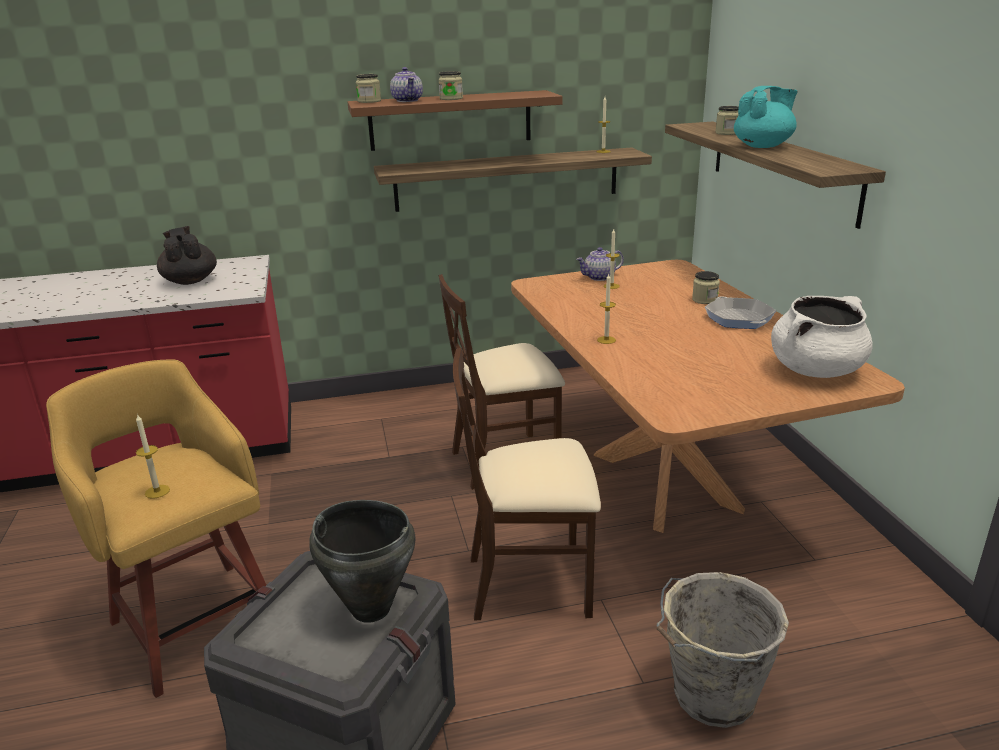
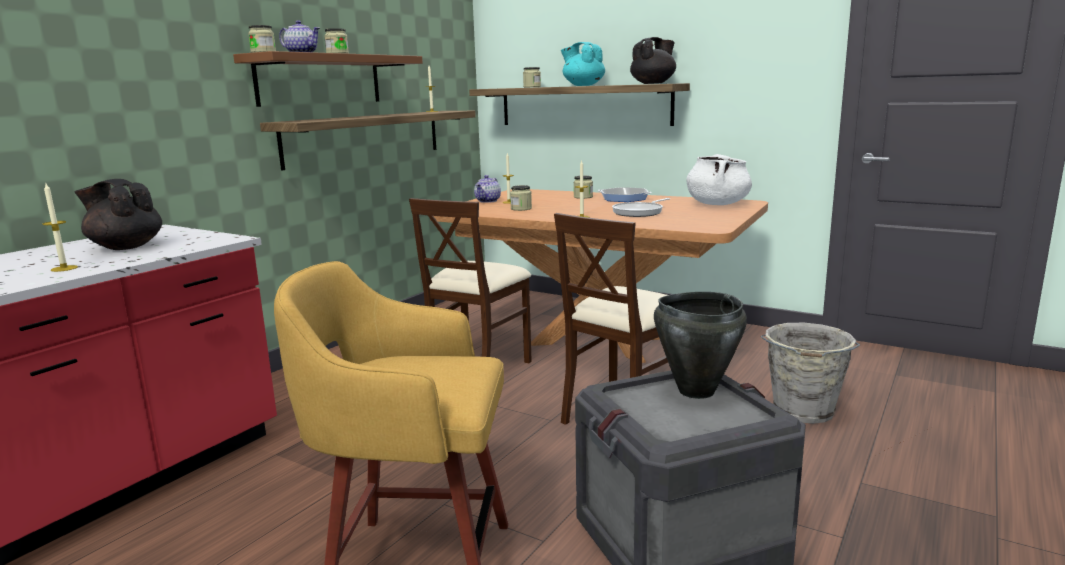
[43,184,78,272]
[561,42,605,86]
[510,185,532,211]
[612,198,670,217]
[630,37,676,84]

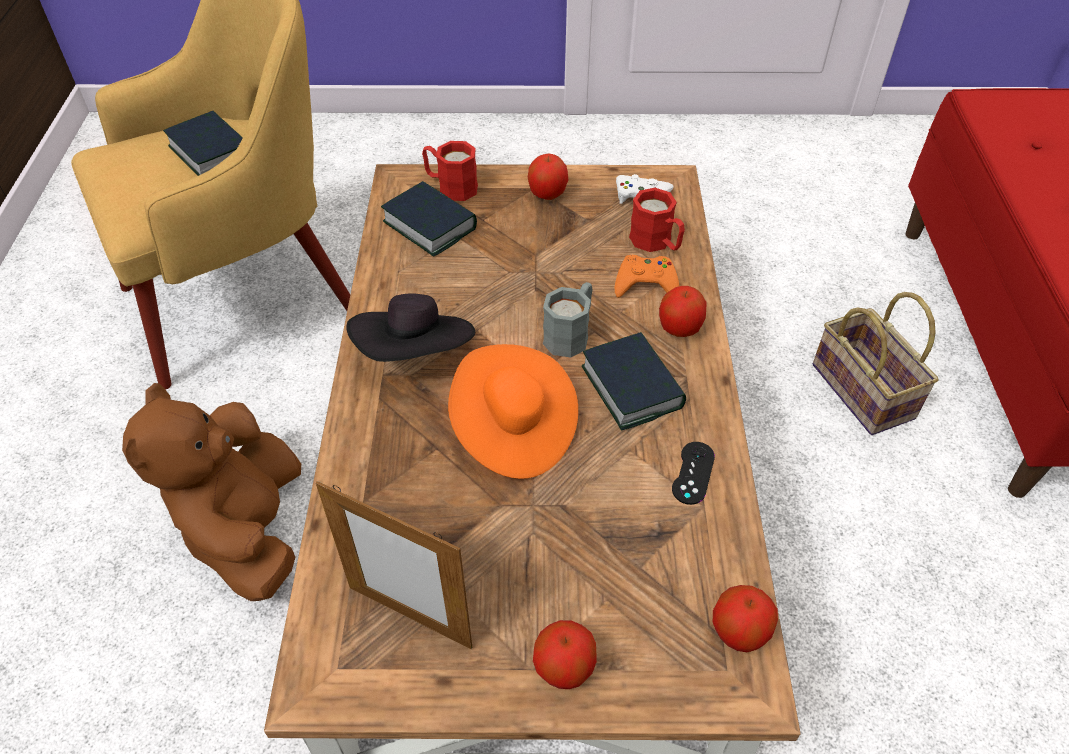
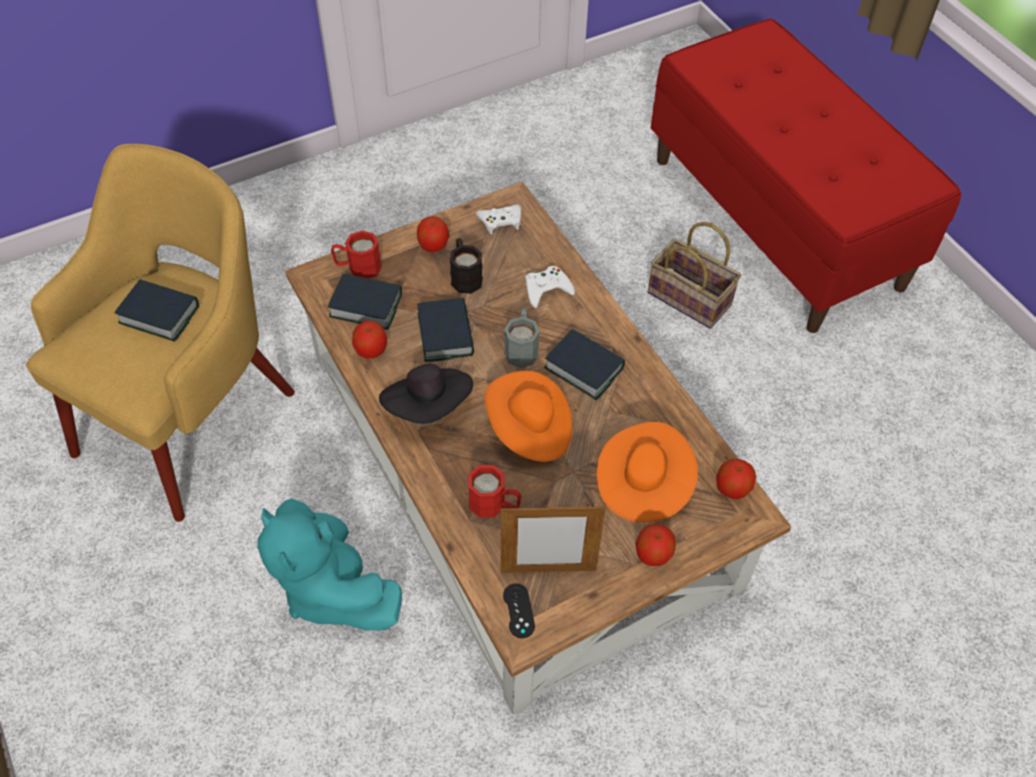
[257,499,402,631]
[525,266,575,308]
[468,465,521,518]
[352,321,387,359]
[503,583,535,638]
[417,298,474,362]
[450,238,483,294]
[597,422,698,523]

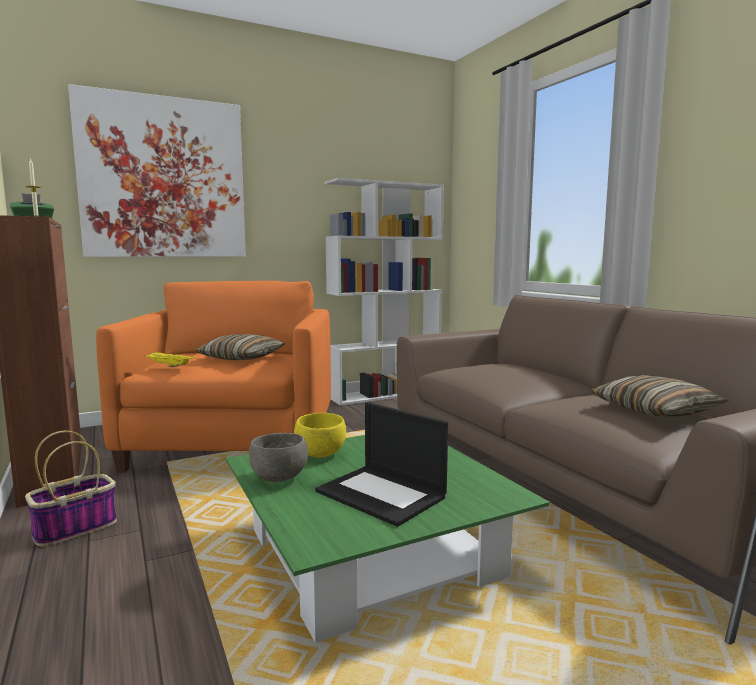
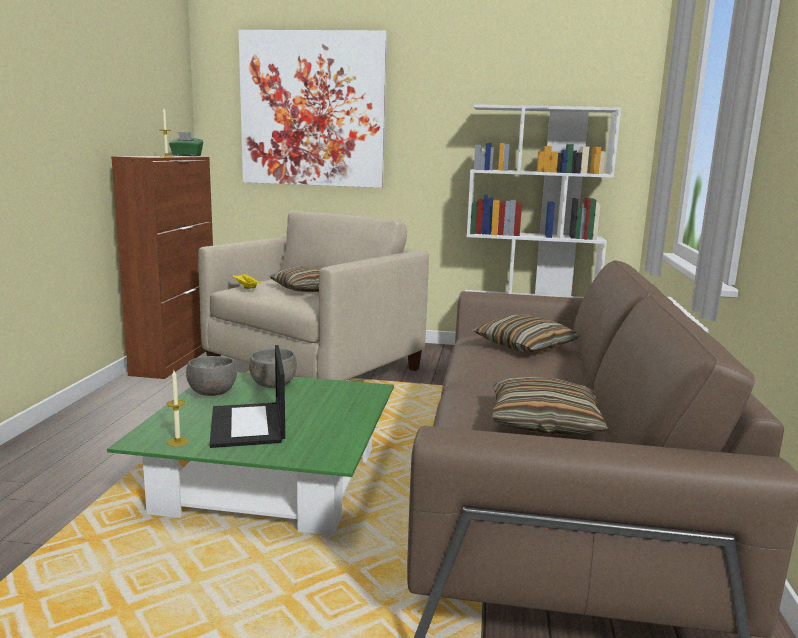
[25,431,117,547] (first image)
[198,211,429,381]
[249,348,297,388]
[166,370,189,447]
[472,314,580,352]

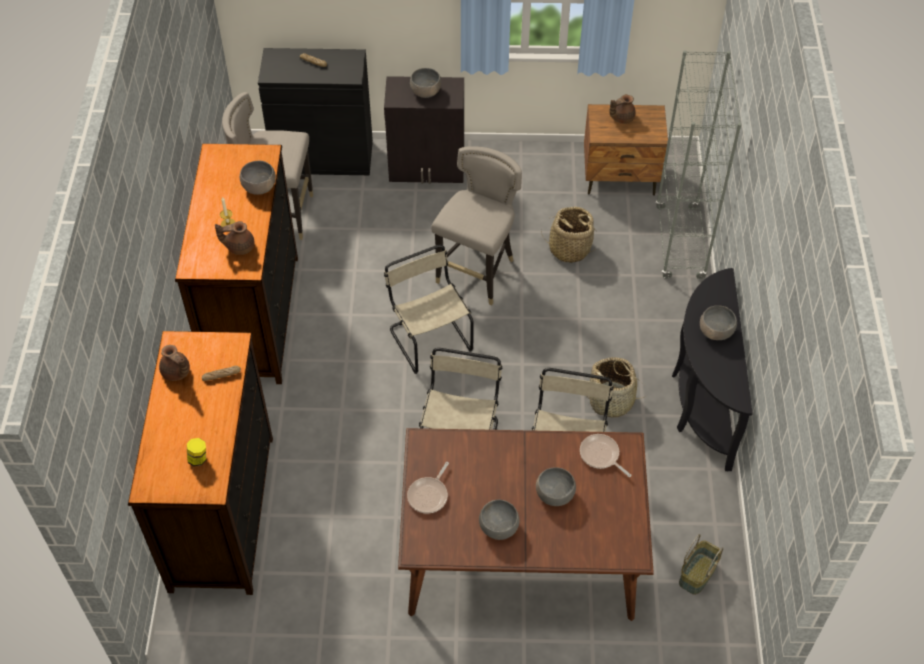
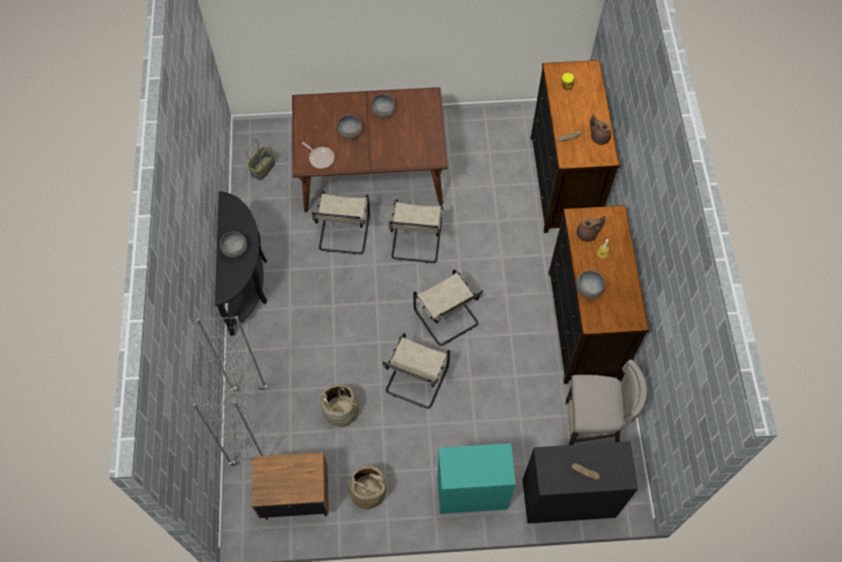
[437,443,516,514]
[407,462,449,513] (first image)
[410,68,442,98] (first image)
[382,333,450,409]
[340,465,391,509]
[609,94,636,124] (first image)

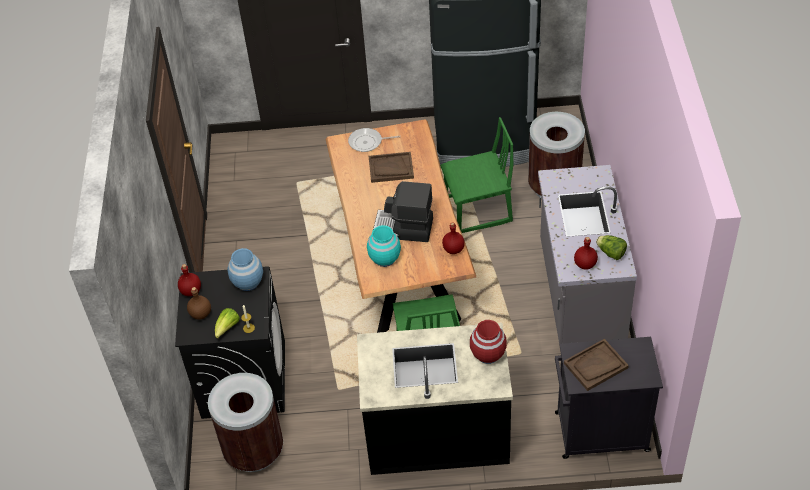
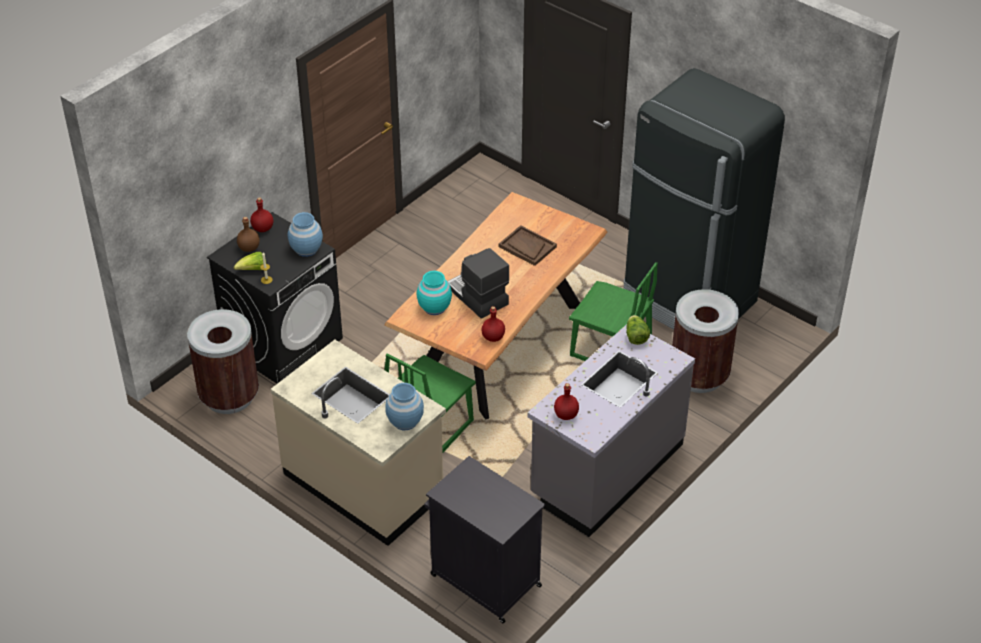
[348,128,400,152] (first image)
[270,340,446,546]
[385,383,424,430]
[564,339,629,391] (first image)
[626,315,650,345]

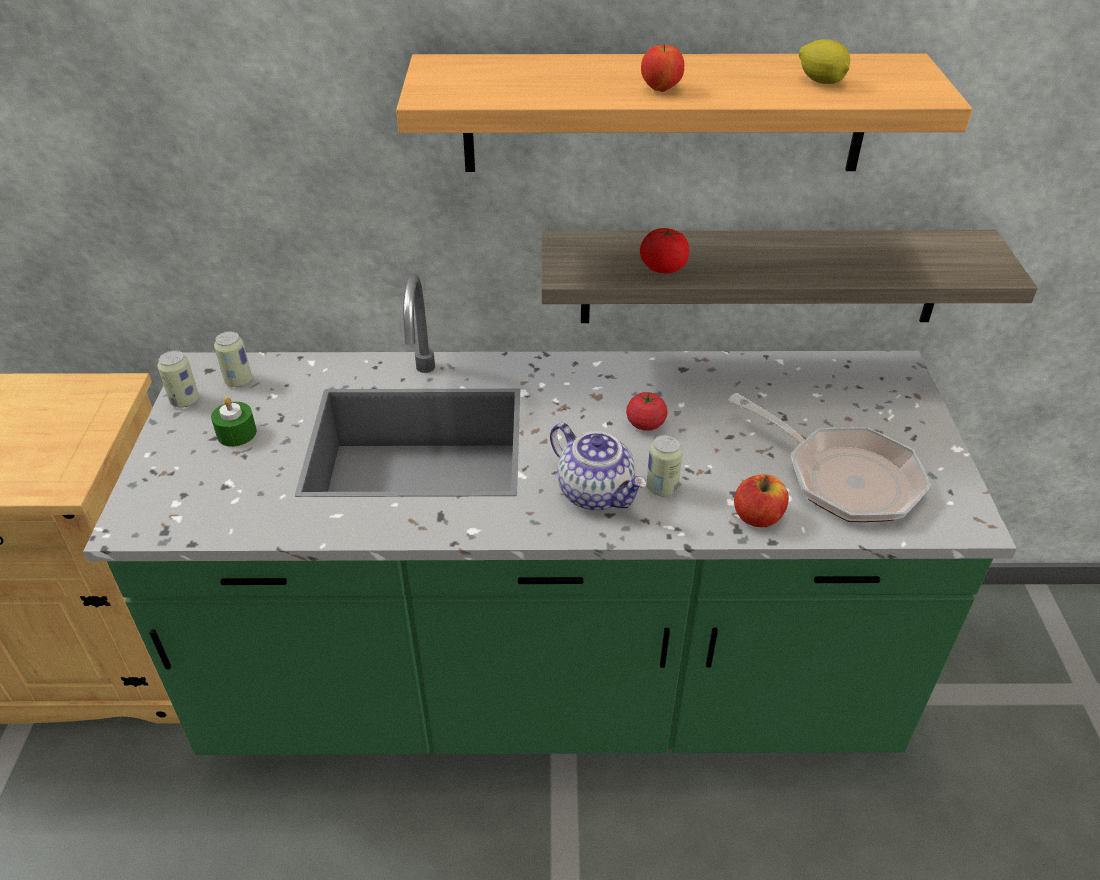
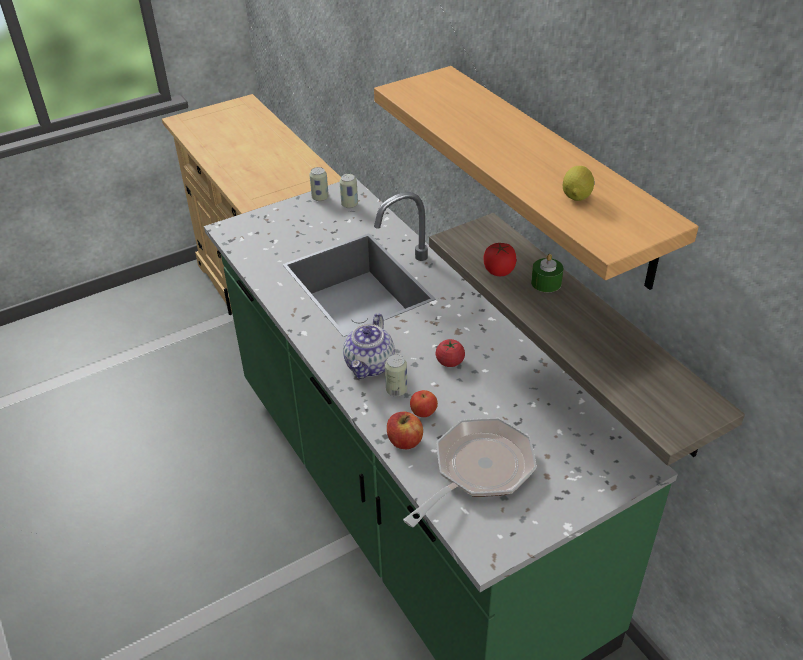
[531,254,563,292]
[410,390,438,417]
[403,418,537,527]

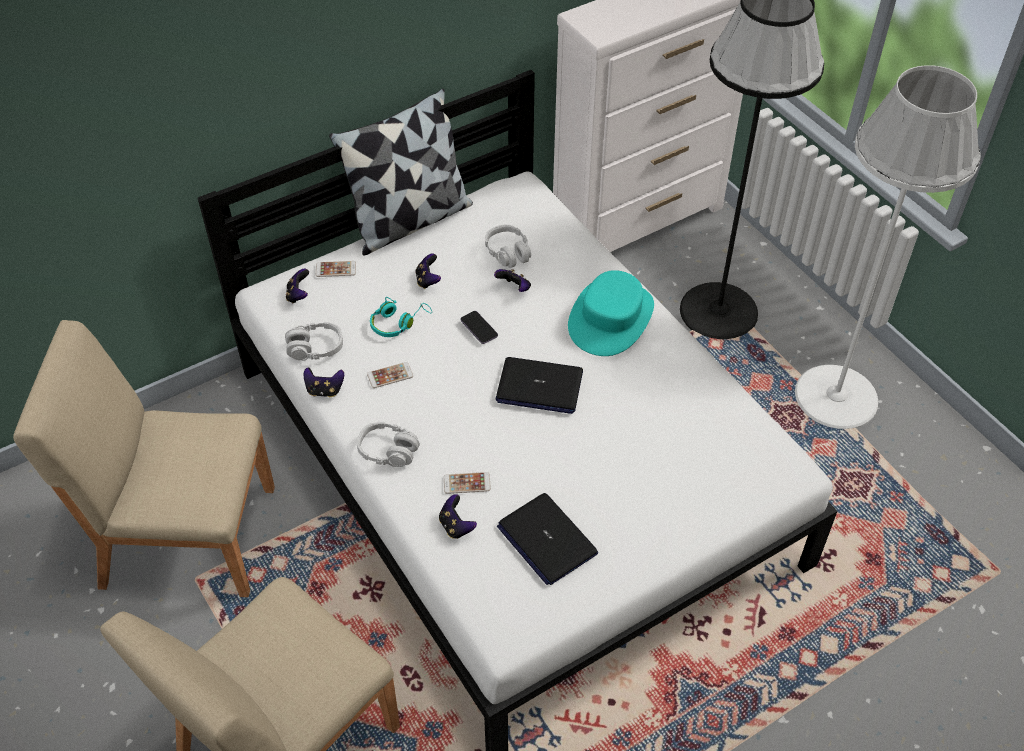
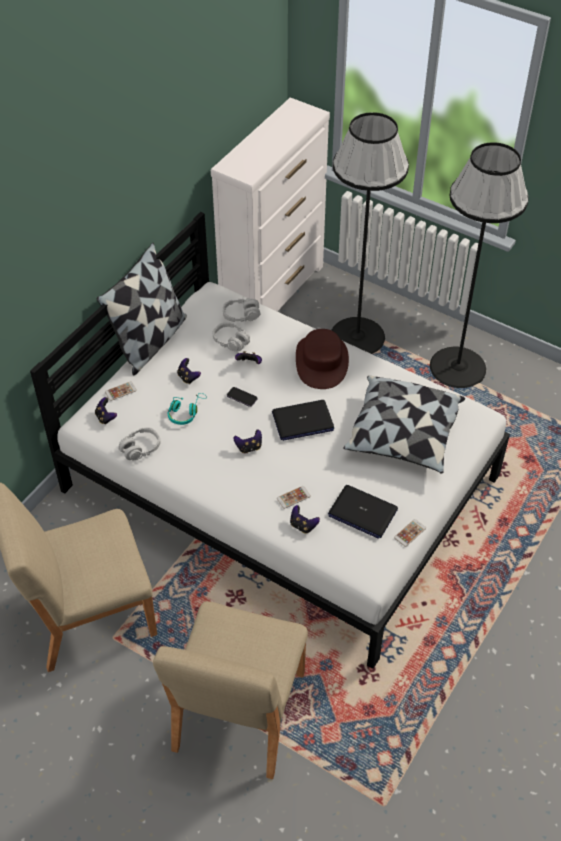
[234,429,262,453]
[223,298,260,322]
[394,519,426,547]
[296,329,349,389]
[430,142,529,388]
[343,376,465,474]

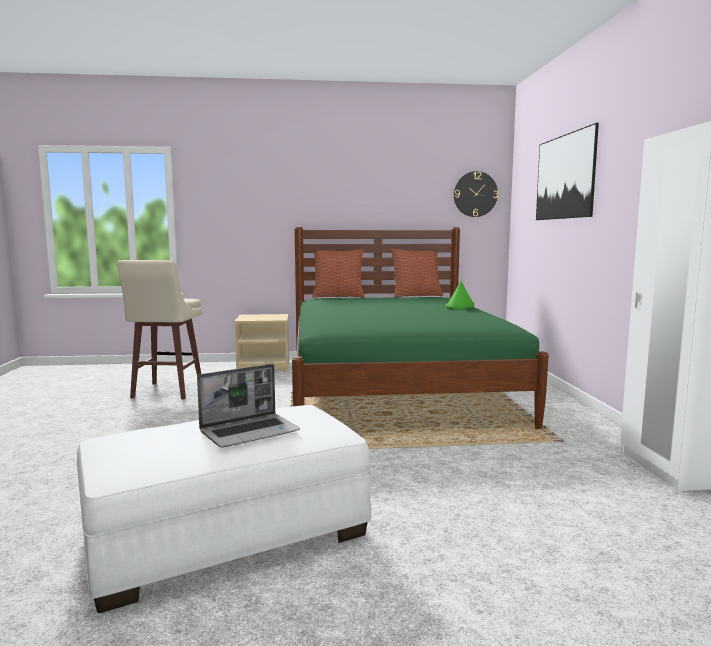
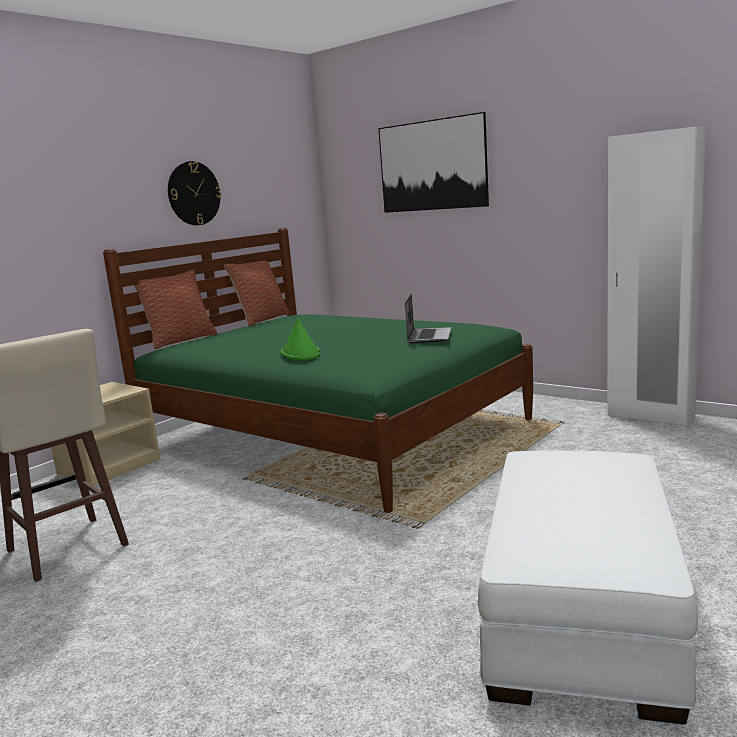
[405,293,451,343]
[281,318,320,360]
[168,161,221,225]

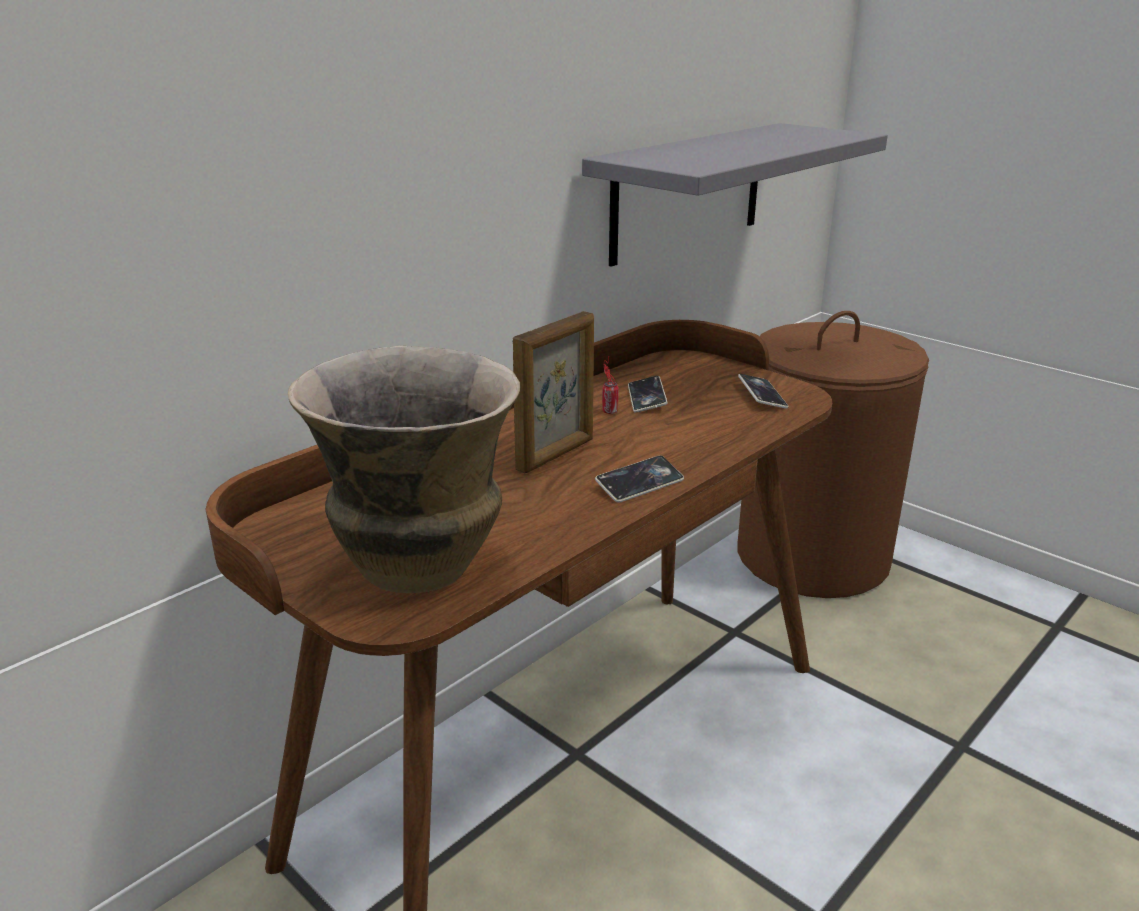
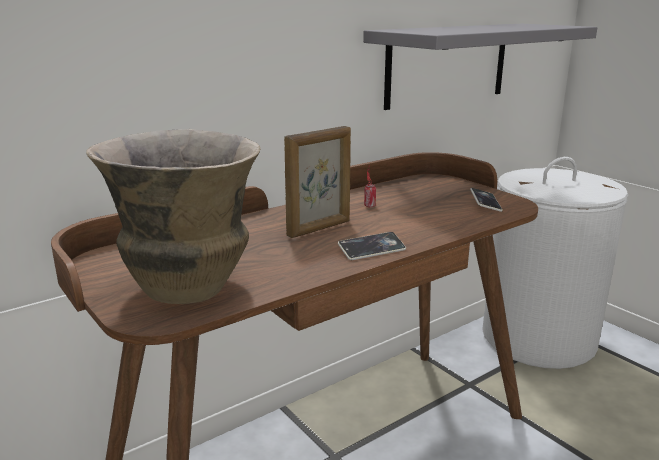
[628,376,668,413] (first image)
[482,157,628,369]

